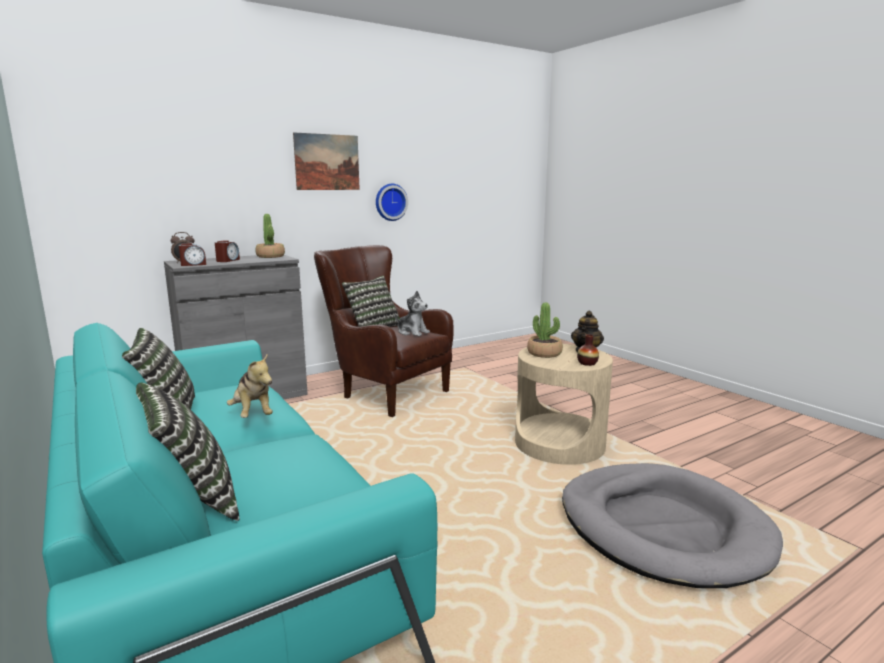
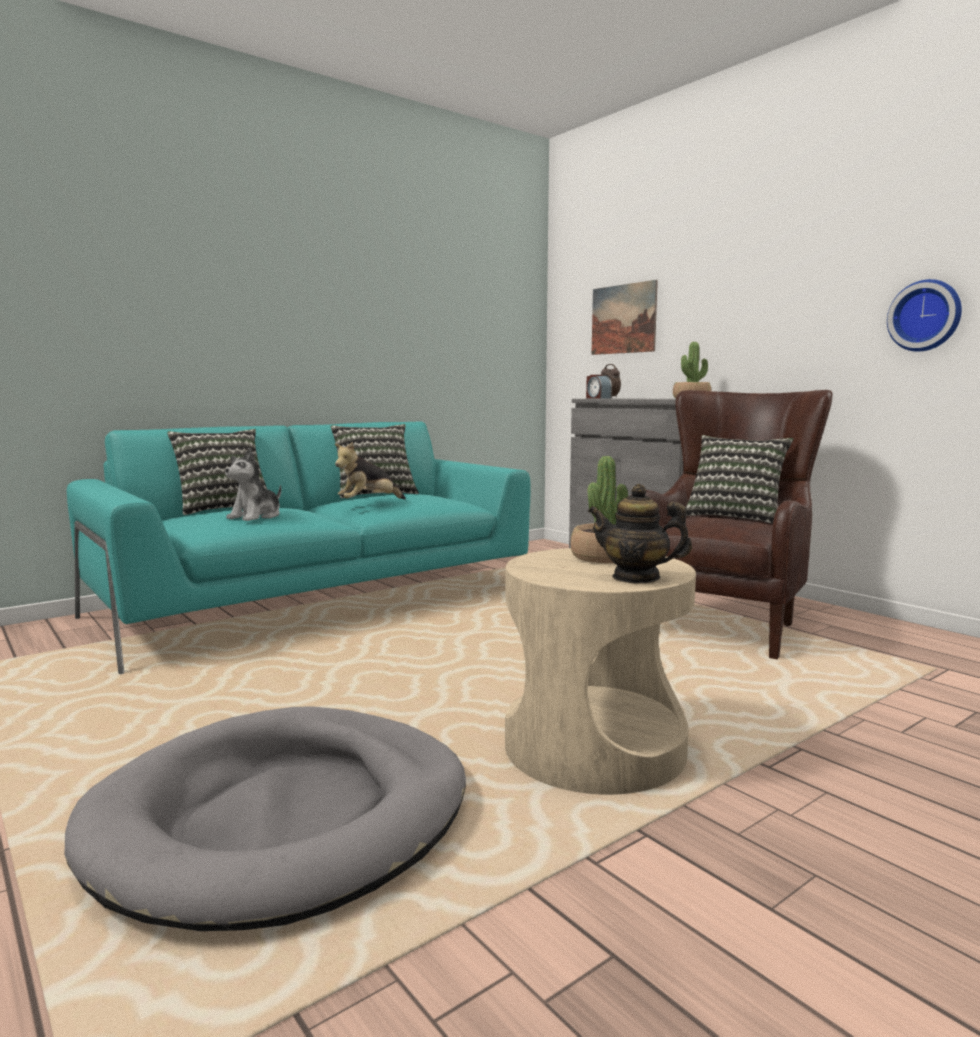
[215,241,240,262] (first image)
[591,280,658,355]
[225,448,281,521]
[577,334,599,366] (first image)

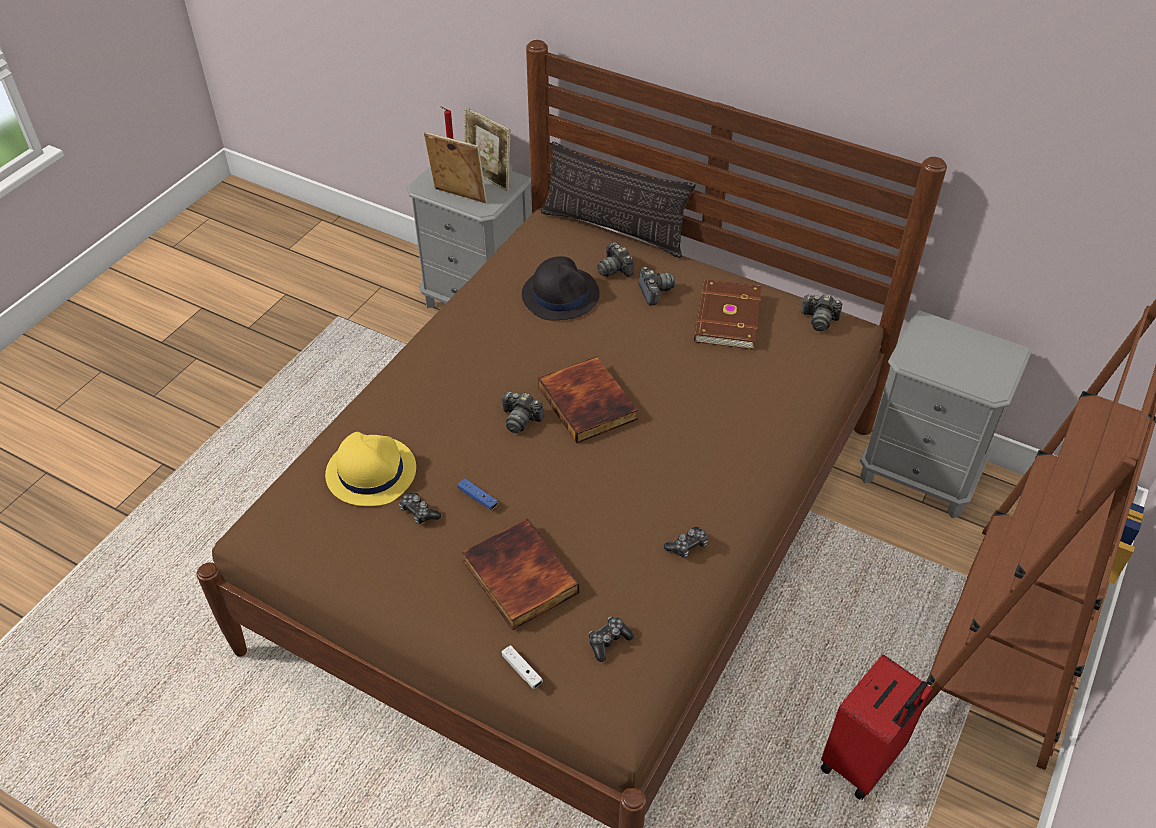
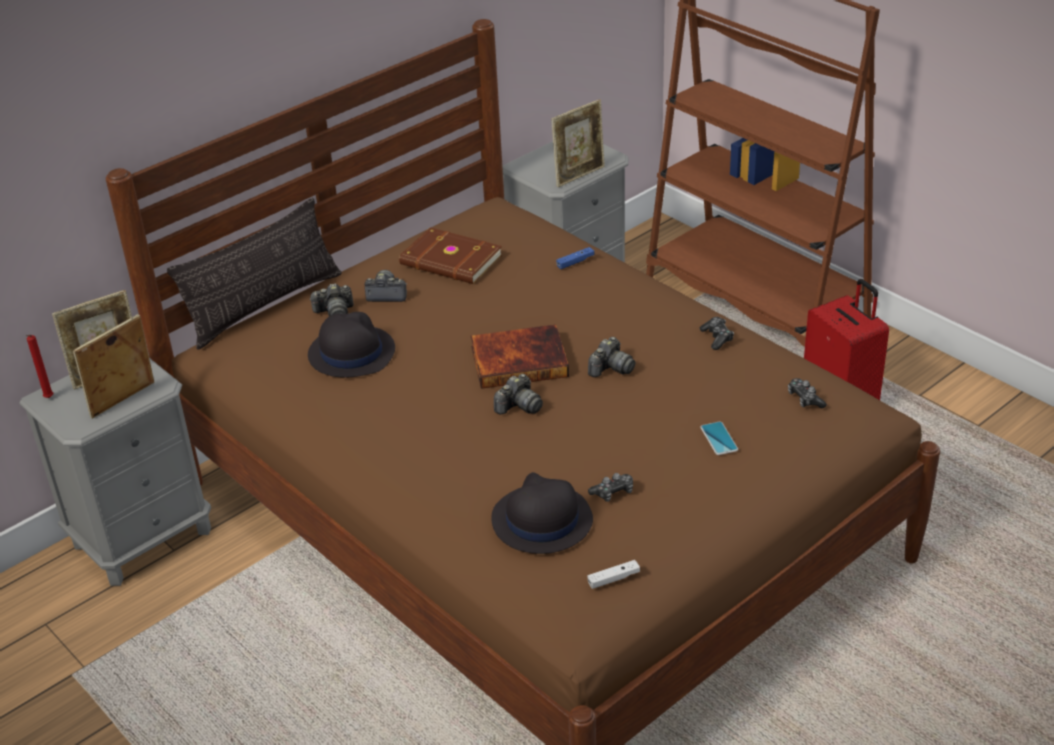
[491,472,593,554]
[556,247,595,269]
[700,421,738,455]
[587,560,640,589]
[588,337,635,377]
[551,99,605,187]

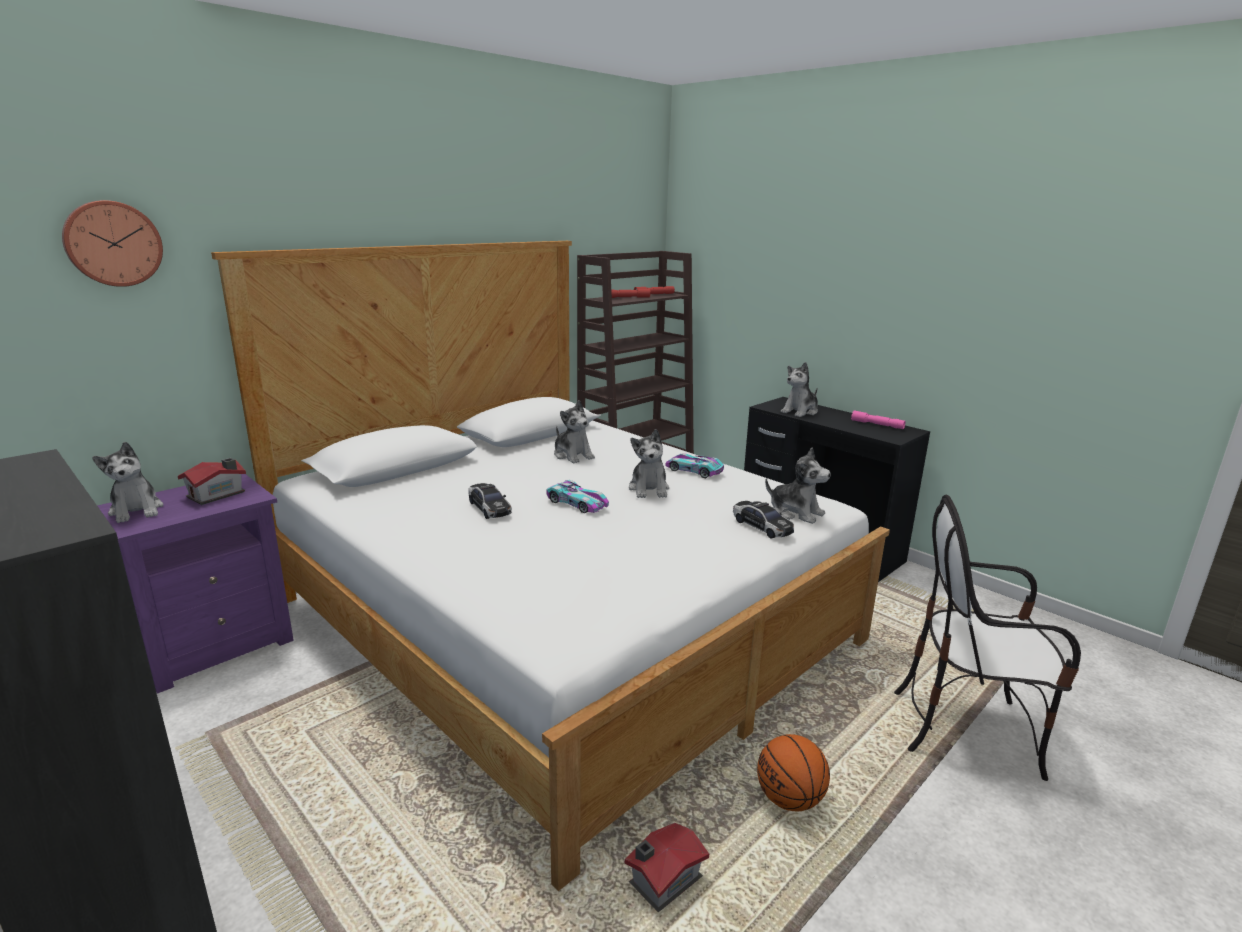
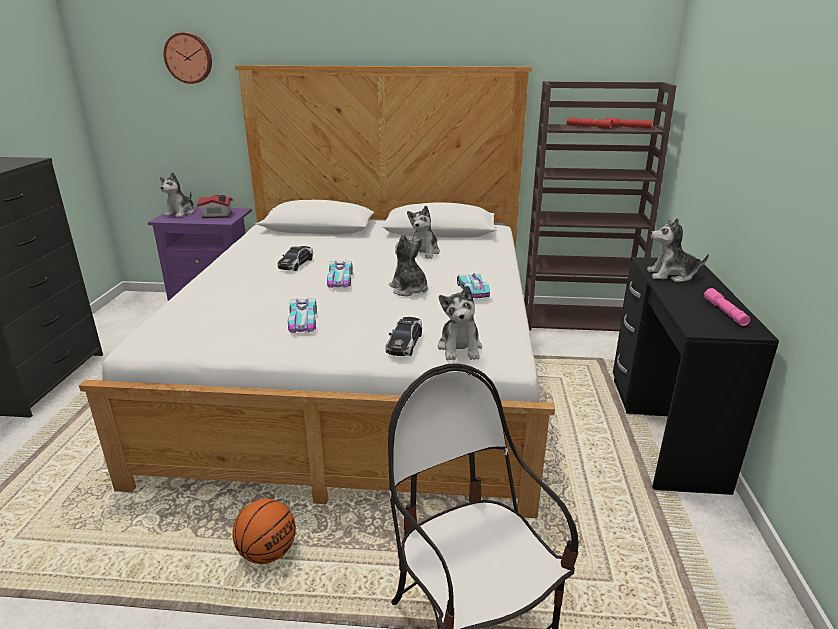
[625,823,709,912] (first image)
[389,233,428,297]
[288,298,317,333]

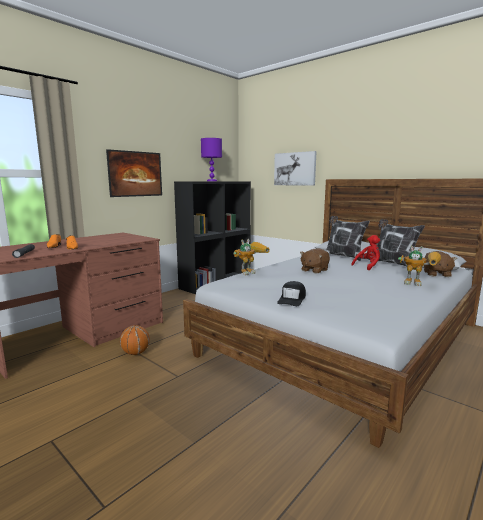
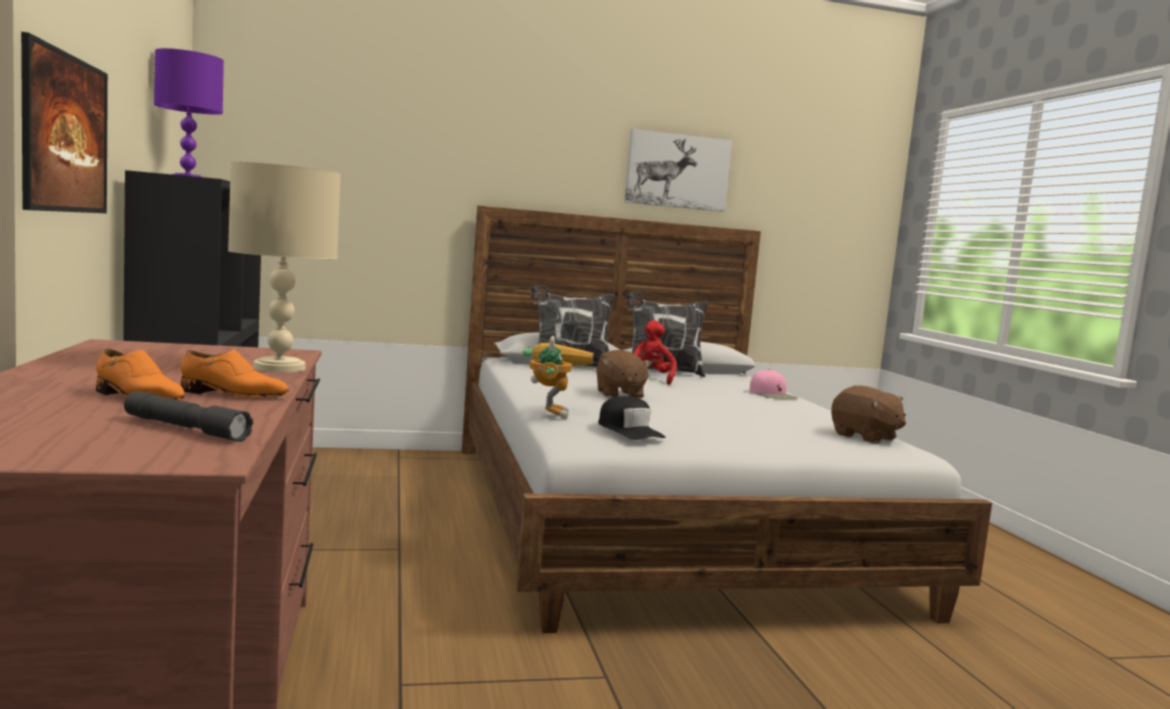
[120,325,150,355] (first image)
[625,129,732,212]
[598,396,666,440]
[749,369,798,399]
[831,385,906,444]
[228,162,341,372]

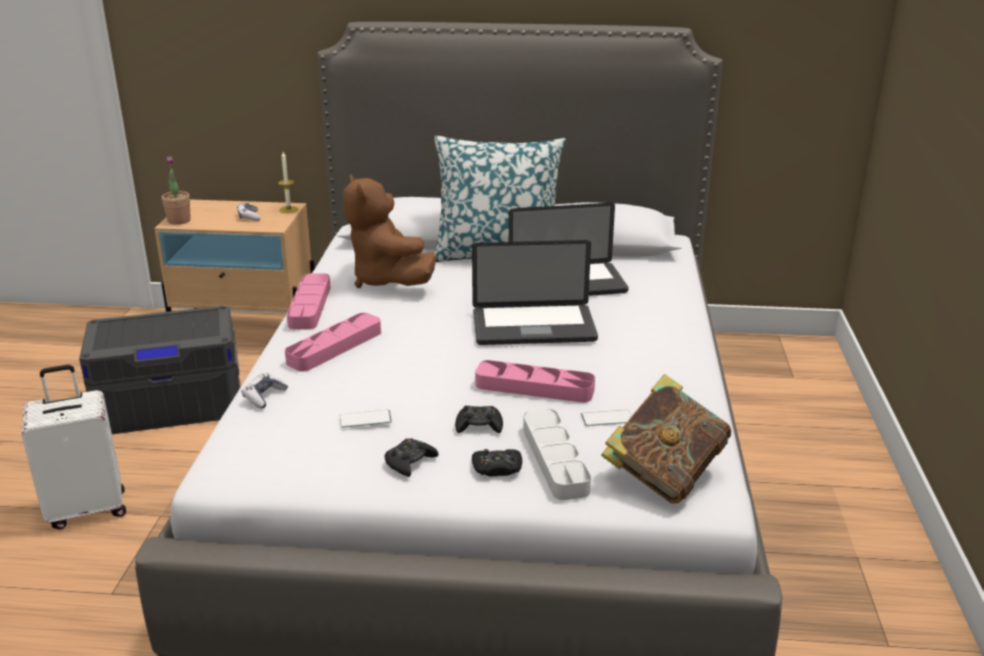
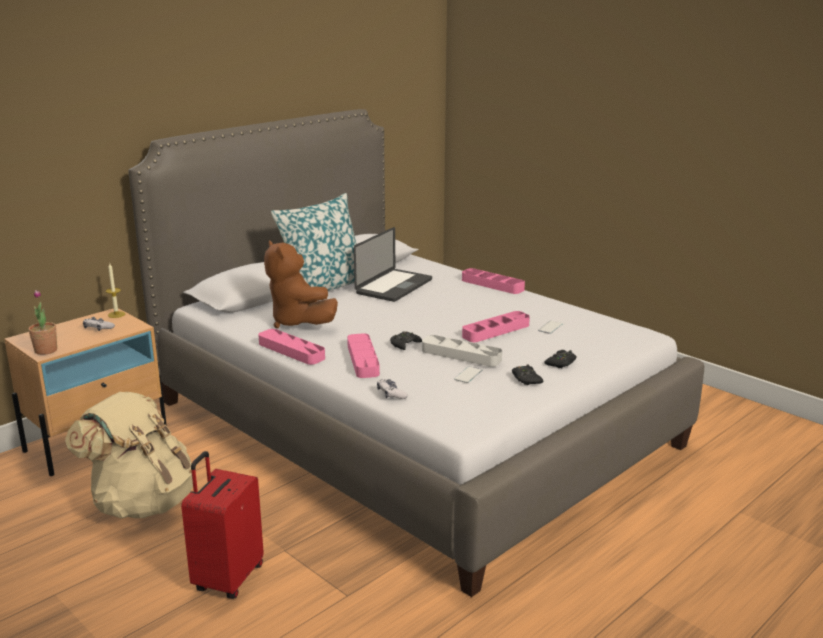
[181,451,264,599]
[65,392,193,519]
[264,240,338,328]
[390,331,422,350]
[472,240,598,345] (first image)
[422,335,502,367]
[601,374,731,504] (first image)
[462,268,525,294]

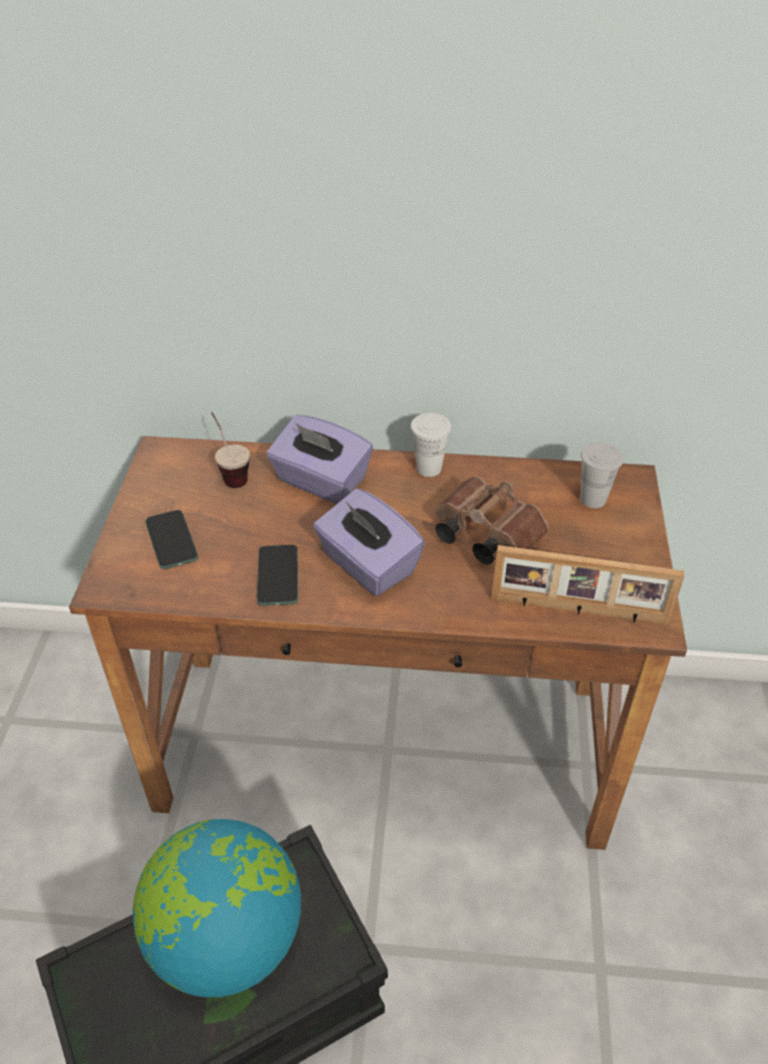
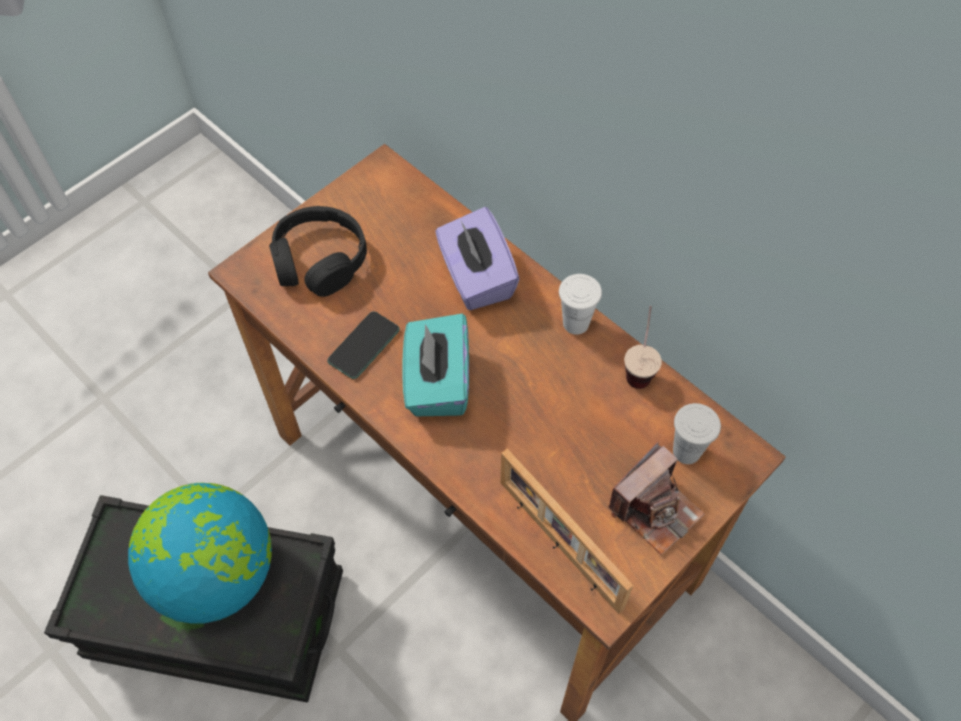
[269,206,367,297]
[624,306,662,389]
[402,314,469,416]
[434,476,549,564] (first image)
[608,442,705,555]

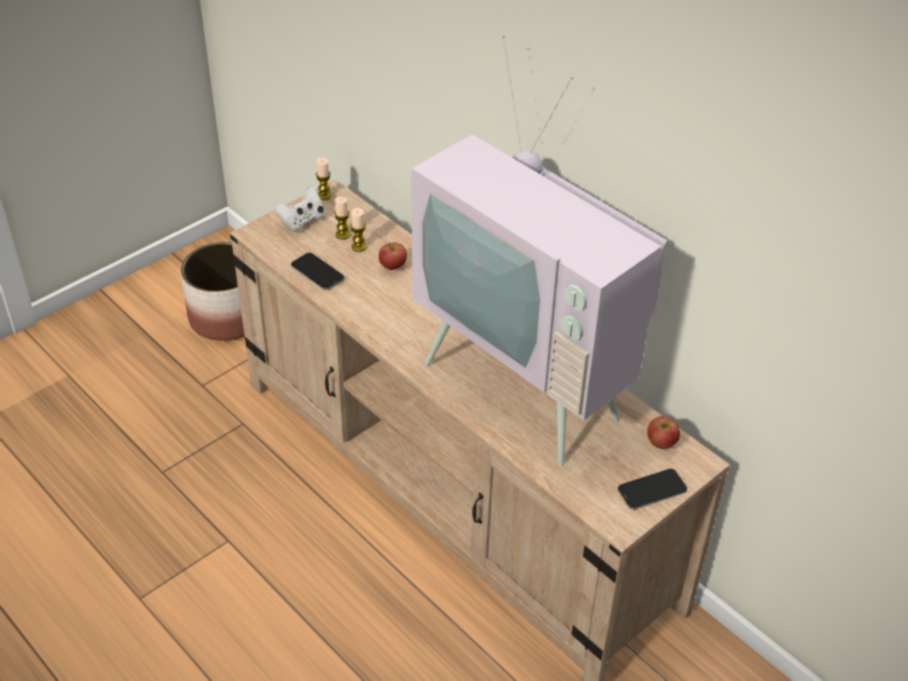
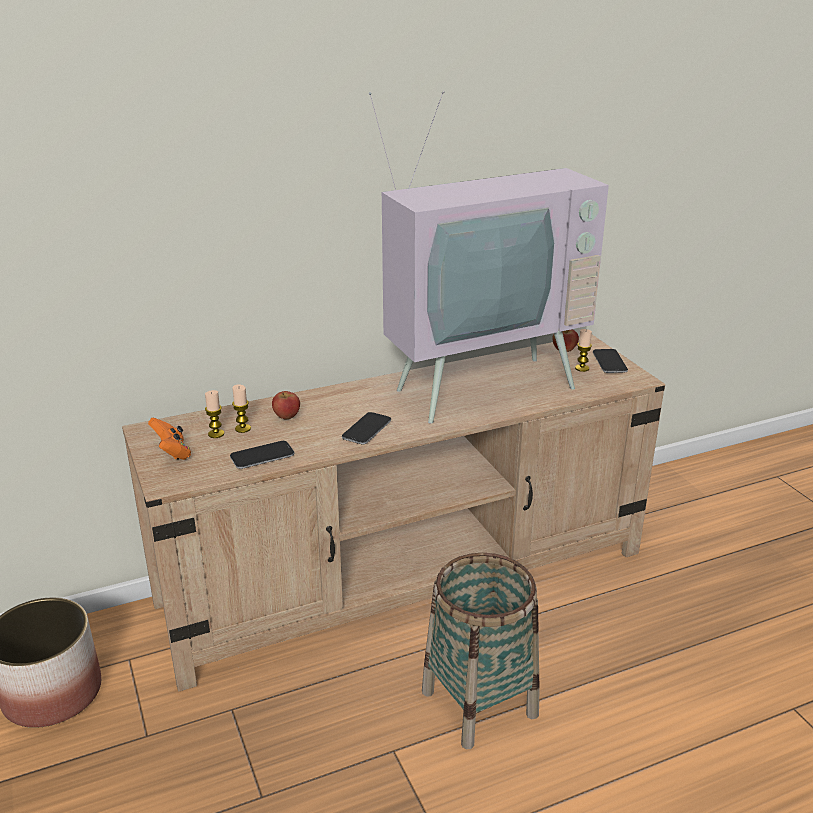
[148,418,191,460]
[575,329,592,372]
[342,412,391,444]
[422,553,539,749]

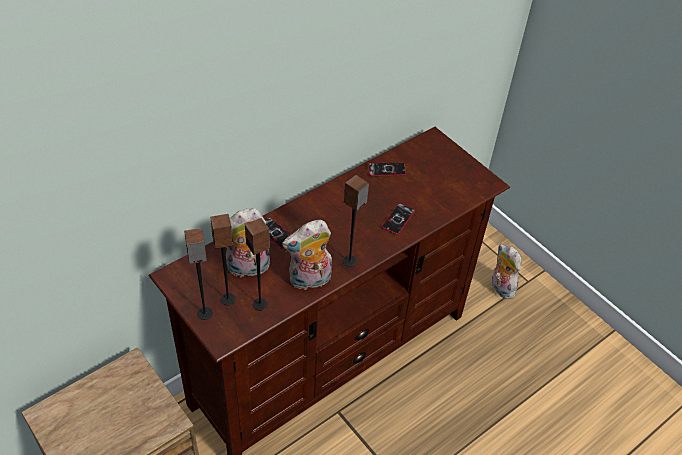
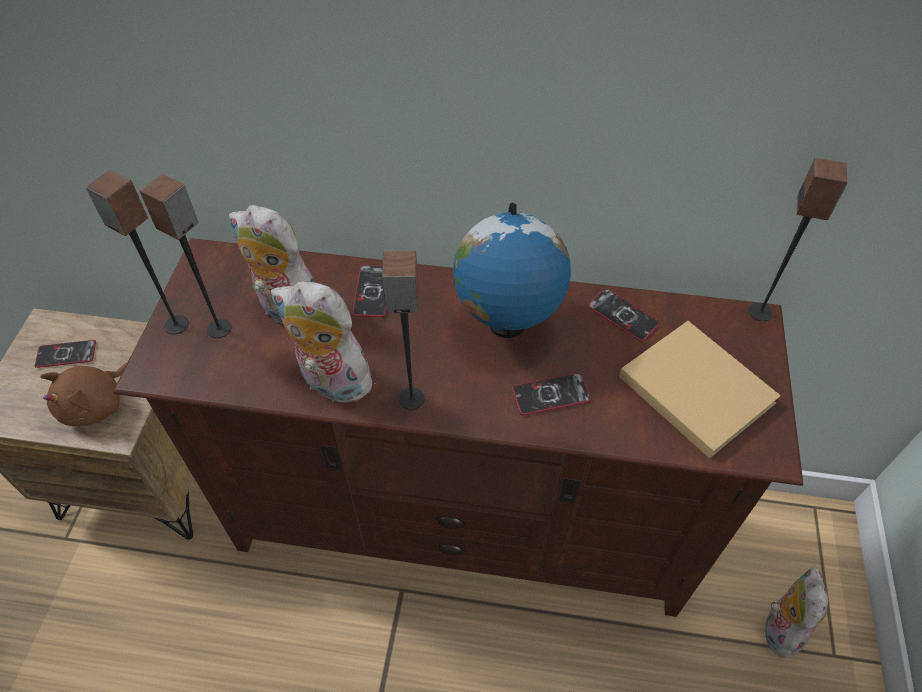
[749,158,848,321]
[35,340,96,368]
[40,363,127,426]
[453,203,571,338]
[619,321,781,458]

